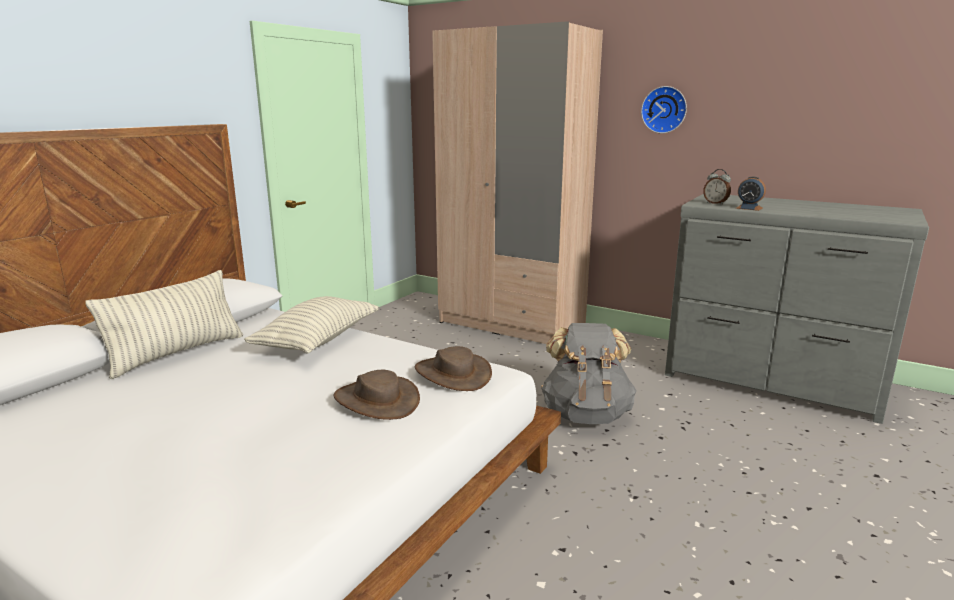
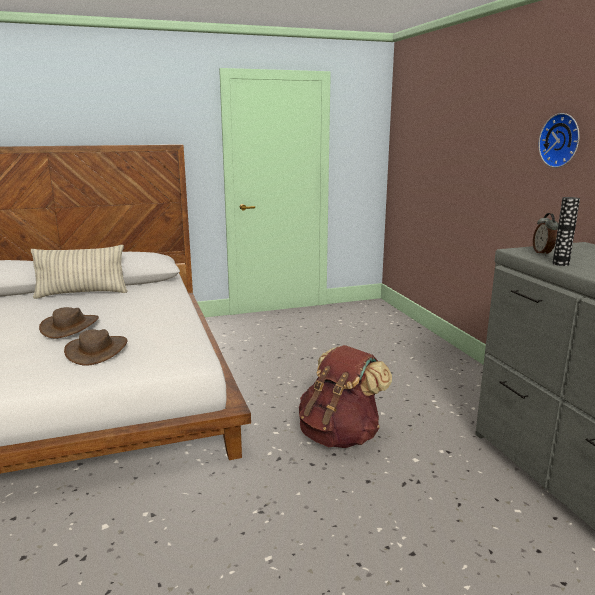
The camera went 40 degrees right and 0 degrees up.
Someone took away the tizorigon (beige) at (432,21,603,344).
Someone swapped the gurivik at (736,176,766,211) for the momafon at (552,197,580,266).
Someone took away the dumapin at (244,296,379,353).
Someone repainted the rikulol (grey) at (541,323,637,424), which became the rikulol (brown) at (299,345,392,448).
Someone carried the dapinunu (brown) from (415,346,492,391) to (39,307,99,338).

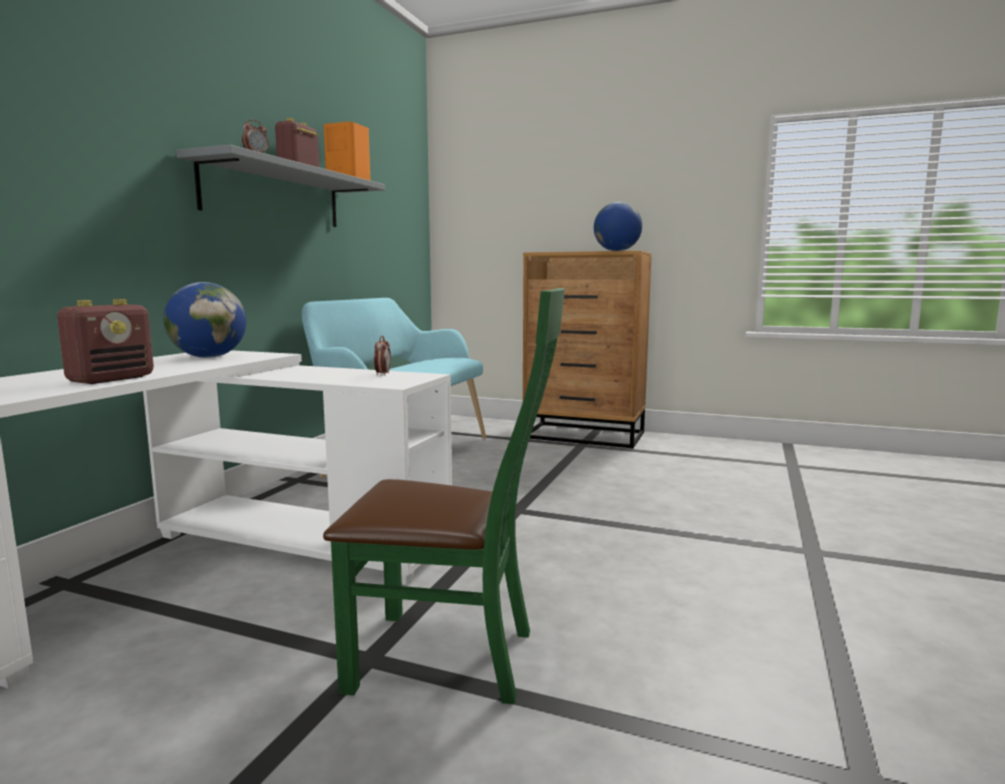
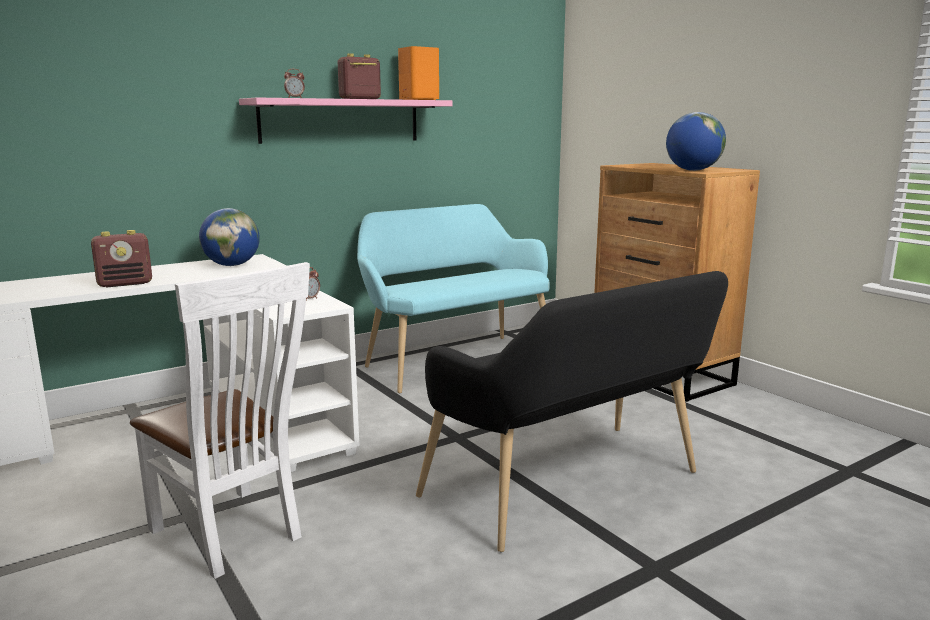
The camera went 35 degrees right and 5 degrees up.
Someone repainted the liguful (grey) at (176,145,385,227), which became the liguful (pink) at (239,97,453,144).
Someone repainted the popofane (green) at (323,288,565,705), which became the popofane (white) at (130,262,310,579).
Someone put down the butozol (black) at (416,271,728,552).

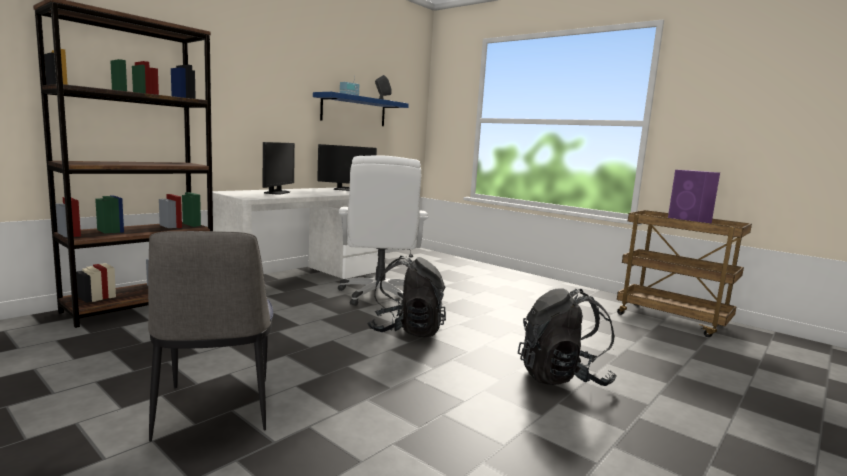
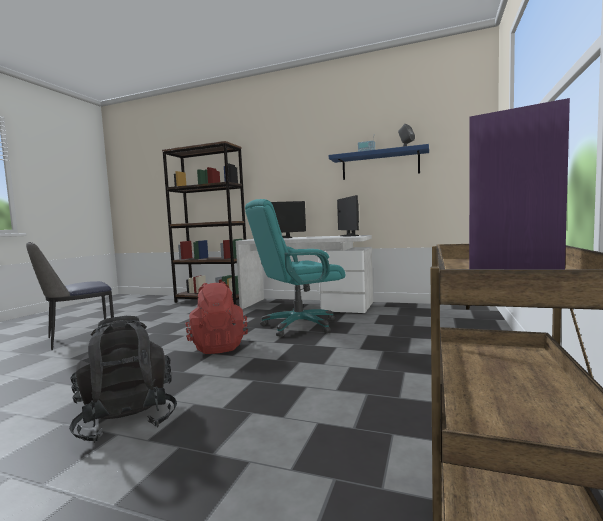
The camera went 70 degrees right and 5 degrees down.
Someone repainted the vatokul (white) at (338,156,428,306), which became the vatokul (turquoise) at (245,199,345,337).
Someone repainted the rikulol (black) at (367,256,446,337), which became the rikulol (red) at (185,281,248,354).

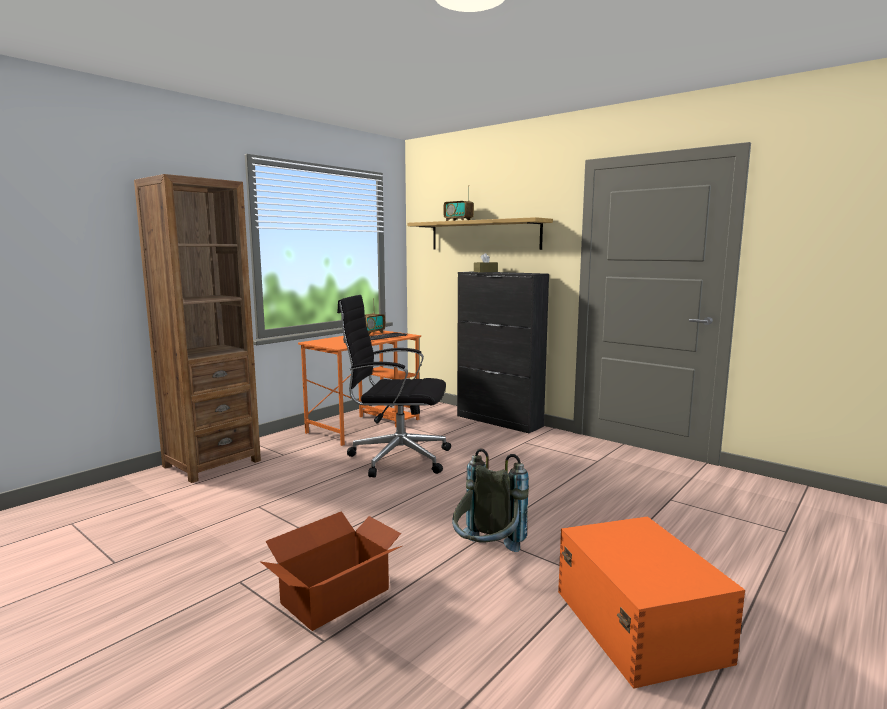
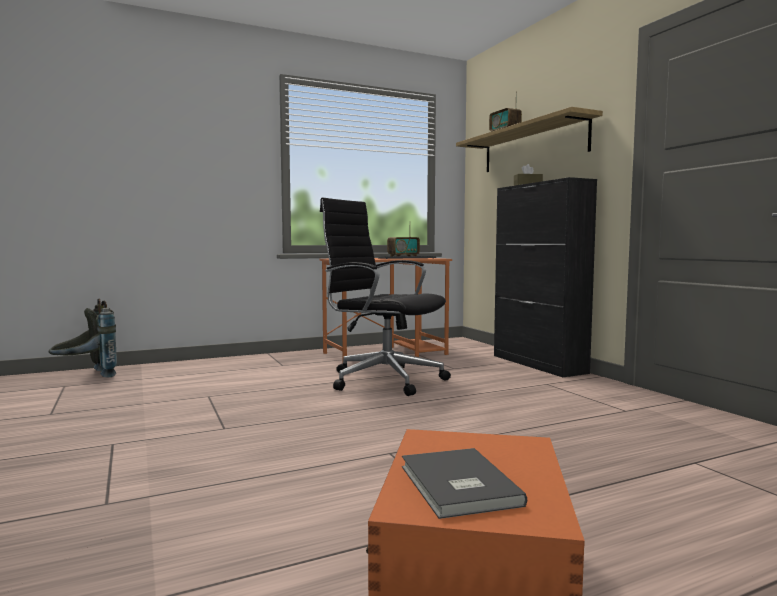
The camera went 25 degrees right and 5 degrees down.
Someone took away the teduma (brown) at (134,174,261,483).
Someone carried the rikulol (grey) from (452,448,529,552) to (48,299,117,378).
Someone took away the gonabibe at (260,511,402,631).
Someone put down the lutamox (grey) at (402,448,527,519).

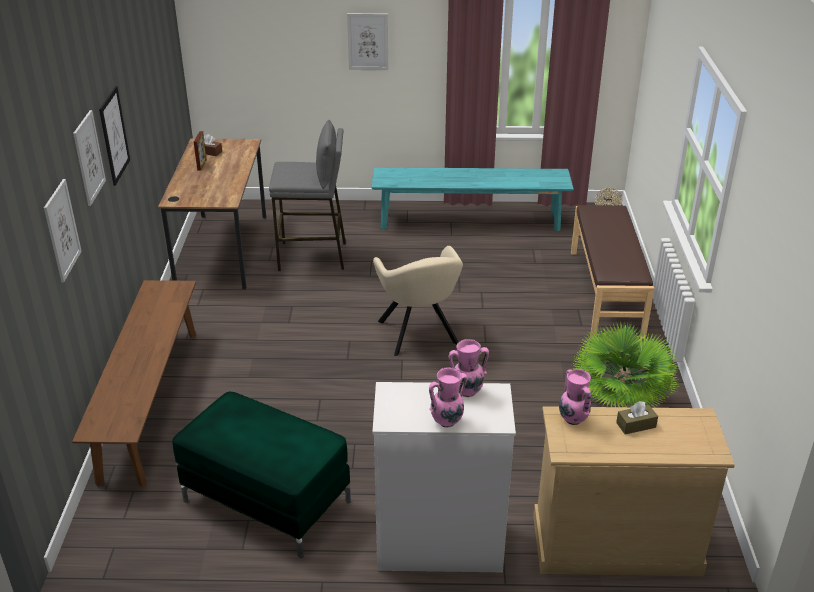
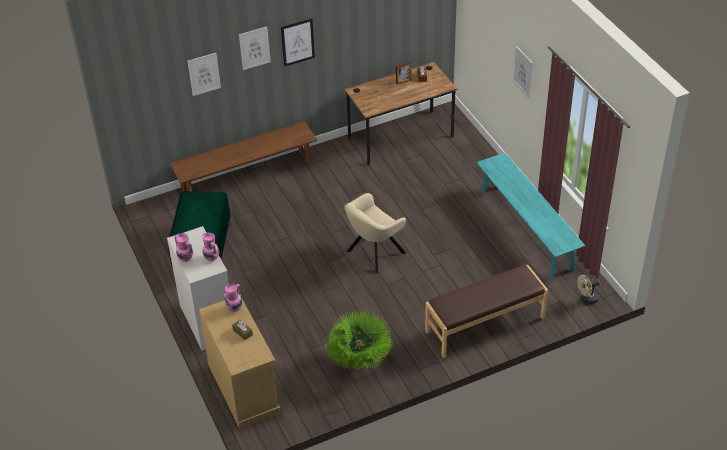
The camera went 65 degrees right and 10 degrees up.
Someone took away the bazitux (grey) at (269,120,346,271).

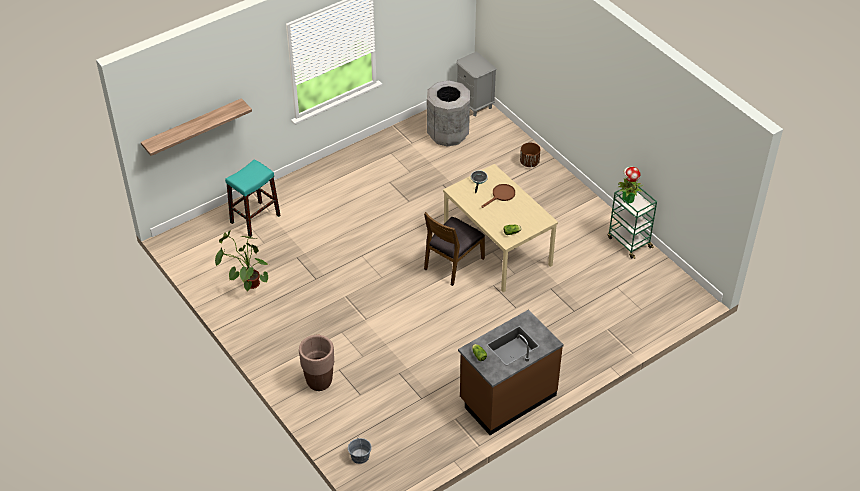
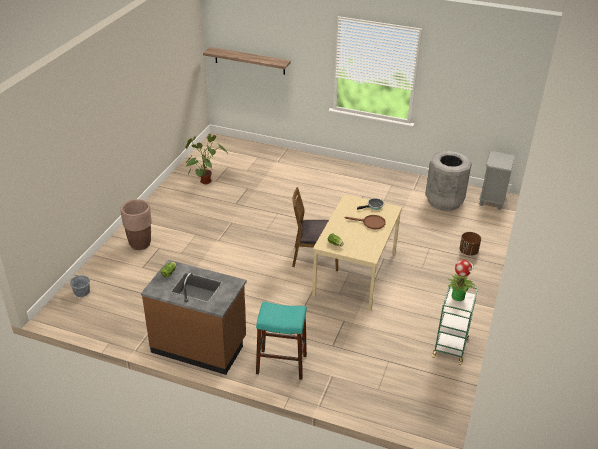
The camera went 55 degrees right and 10 degrees down.
Someone carried the bazitux (turquoise) from (225,159,281,237) to (256,301,307,380).

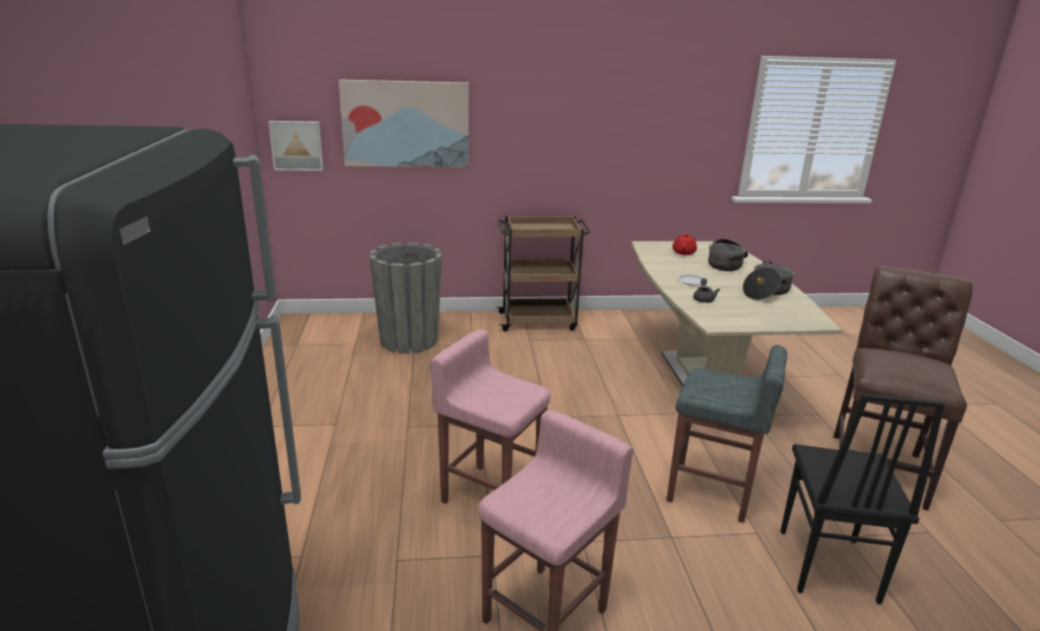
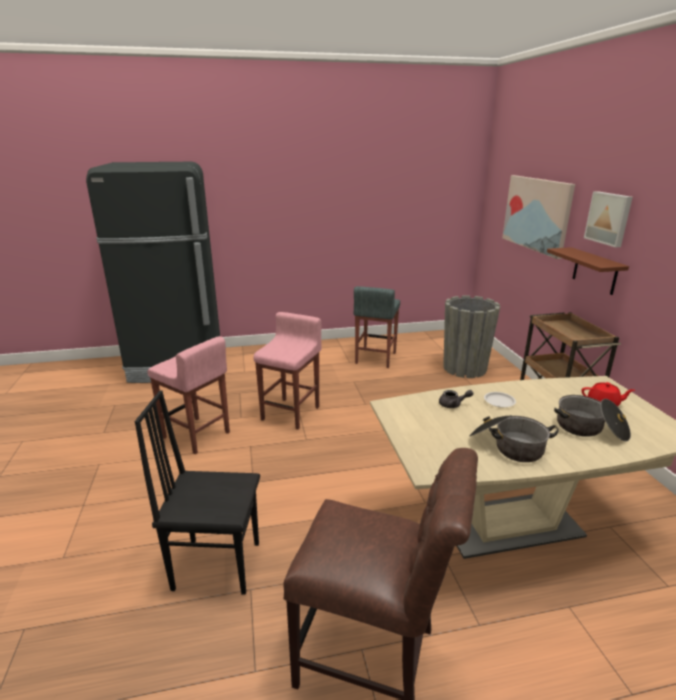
The camera went 85 degrees right and 0 degrees up.
Someone carried the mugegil from (268,121,324,171) to (584,191,633,247).
Someone carried the bazitux (grey) from (666,345,787,523) to (354,286,400,368).
Someone put up the liguful (brown) at (547,247,629,295).

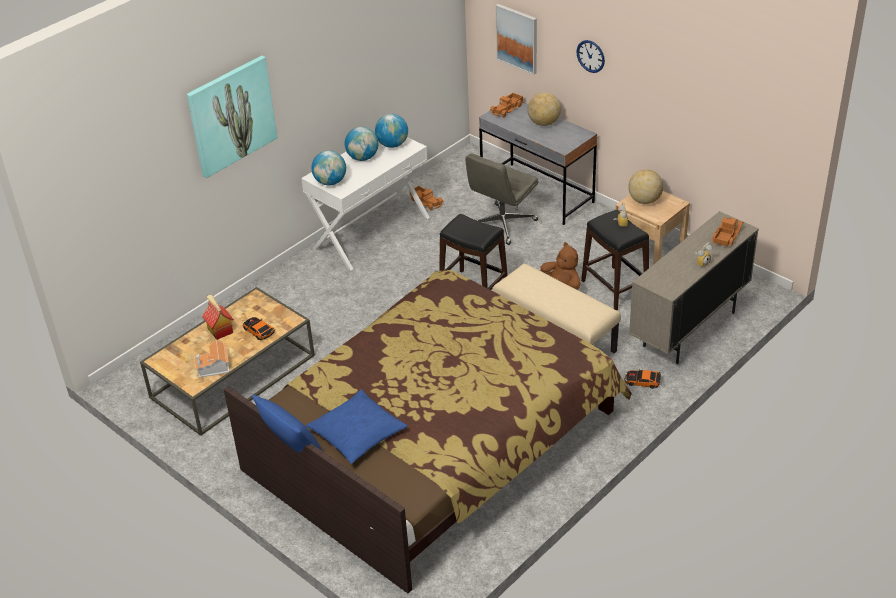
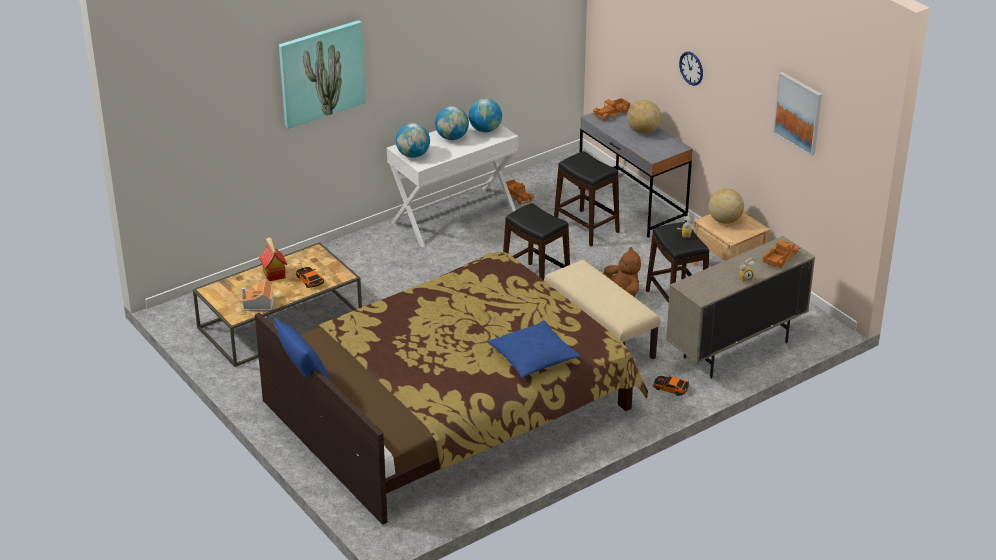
The camera went 10 degrees right and 5 degrees down.
Someone carried the mugegil from (496,4,537,75) to (773,72,822,156).
Someone swapped the vatokul (grey) at (465,154,539,245) for the bazitux (black) at (554,151,620,246).
Someone carried the dumapin (blue) from (305,389,408,464) to (487,320,580,378).

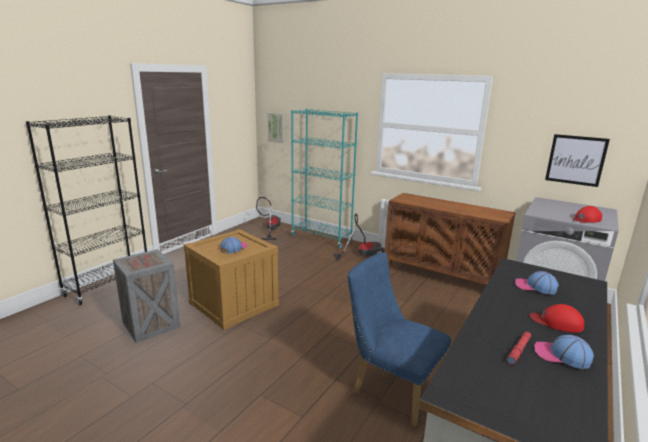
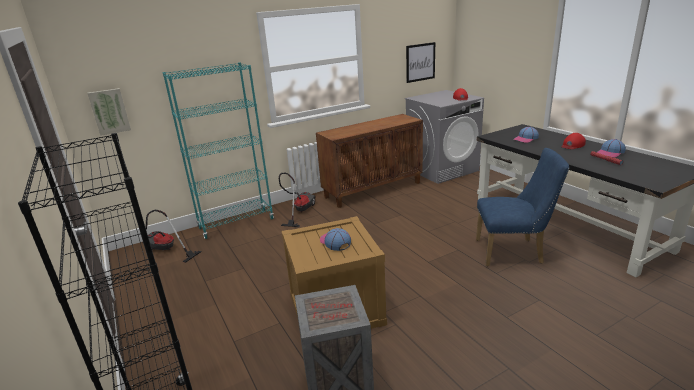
The camera went 60 degrees left and 5 degrees up.
Someone rotated the popofane (blue) at (347,252,451,427) by 150 degrees counterclockwise.

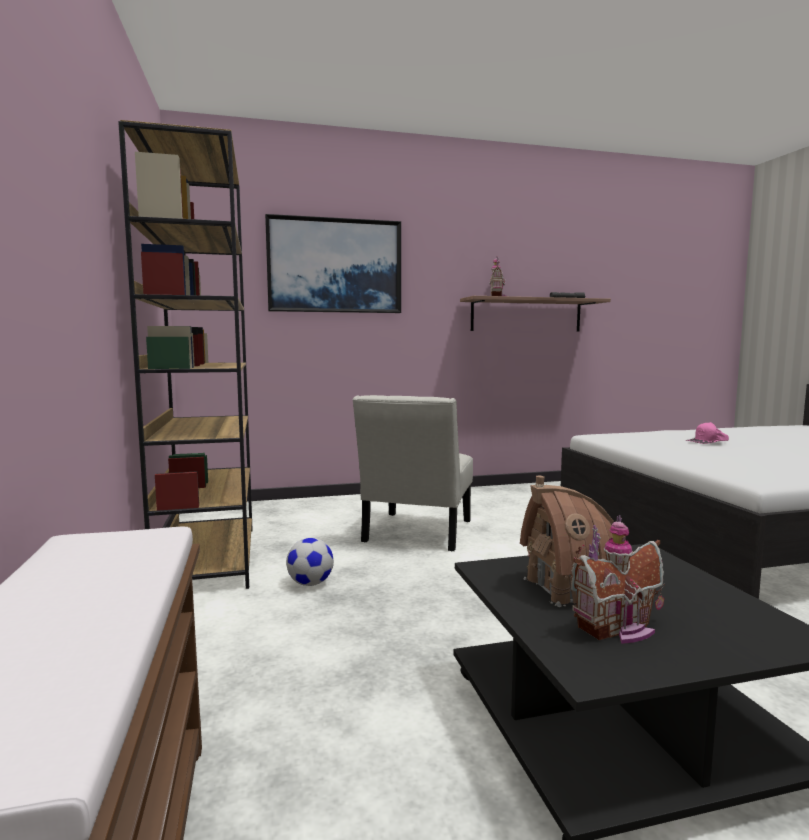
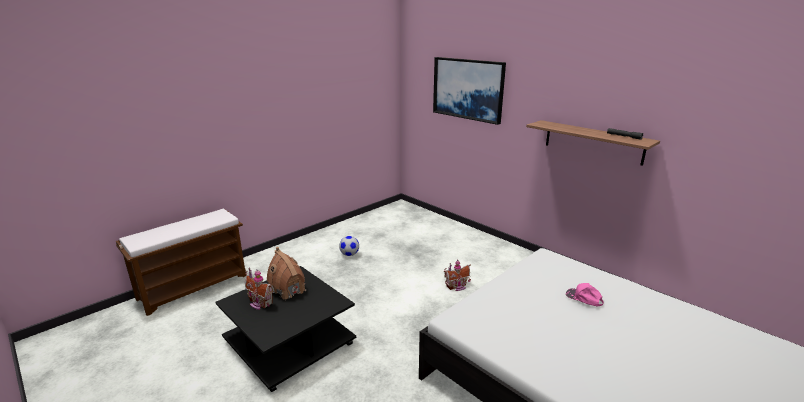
The camera went 60 degrees right and 15 degrees up.
Someone took away the teduma (brown) at (118,120,253,589).
Someone carried the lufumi from (489,256,507,296) to (444,261,471,291).
Someone took away the popofane (white) at (353,395,473,551).

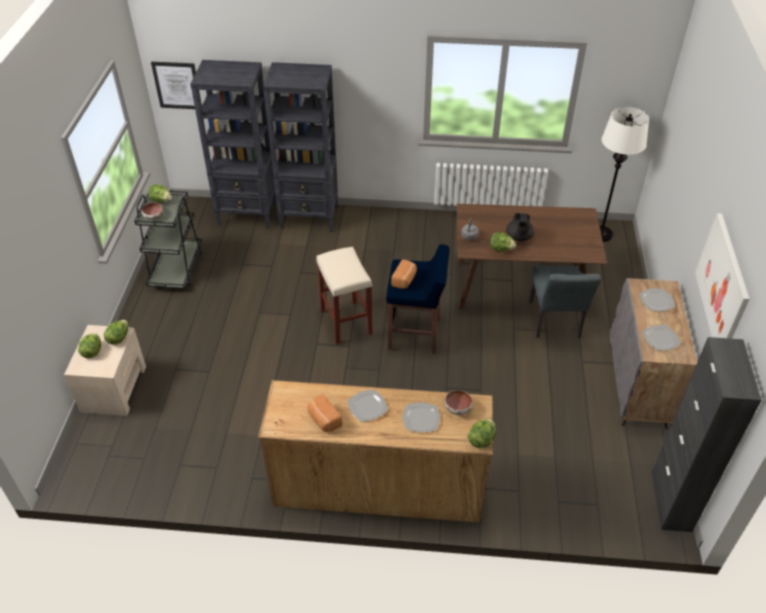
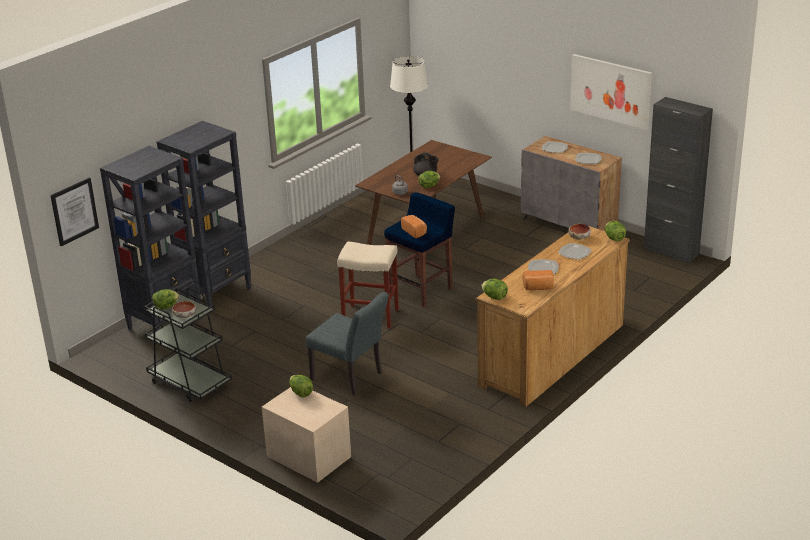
The camera went 55 degrees left and 15 degrees down.
Someone carried the popofane (grey) from (529,266,601,338) to (305,292,389,395).
Someone carried the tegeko from (78,333,101,358) to (482,279,508,300).

